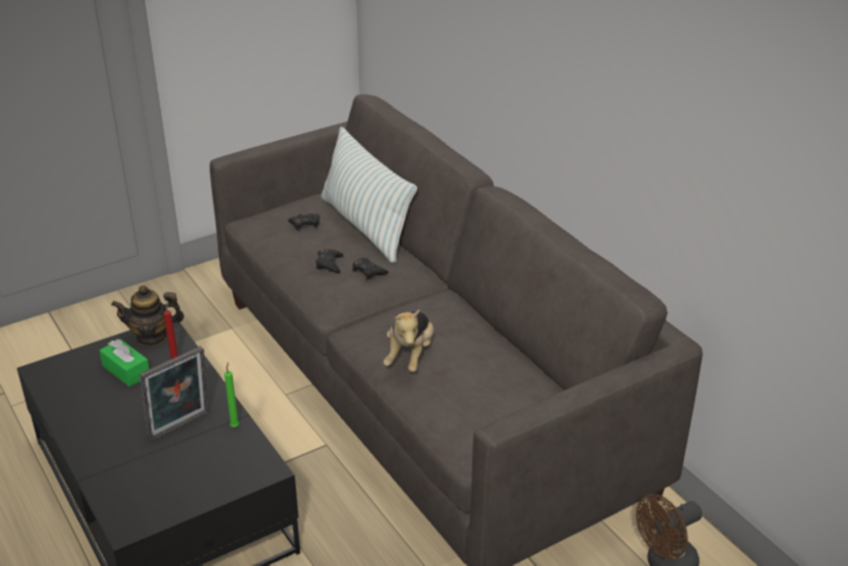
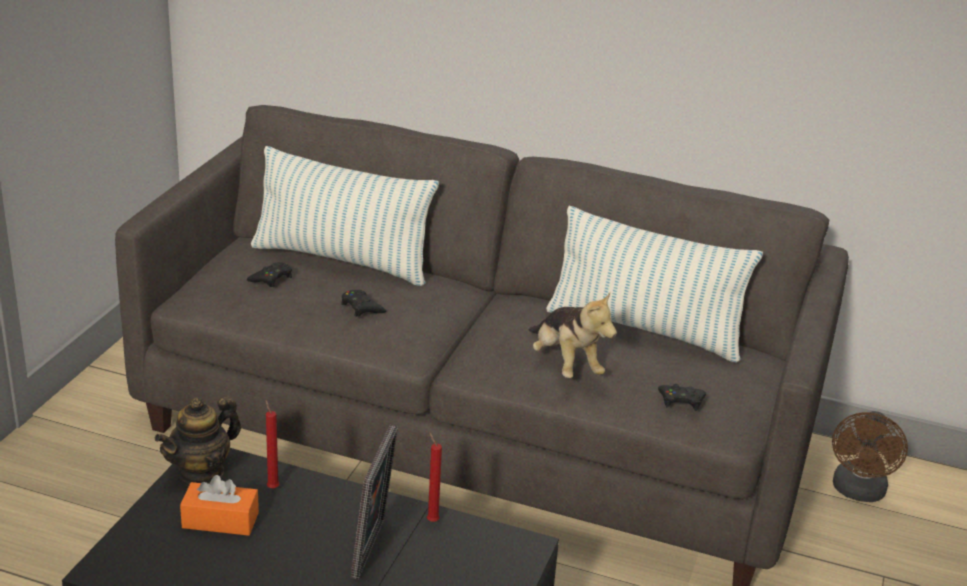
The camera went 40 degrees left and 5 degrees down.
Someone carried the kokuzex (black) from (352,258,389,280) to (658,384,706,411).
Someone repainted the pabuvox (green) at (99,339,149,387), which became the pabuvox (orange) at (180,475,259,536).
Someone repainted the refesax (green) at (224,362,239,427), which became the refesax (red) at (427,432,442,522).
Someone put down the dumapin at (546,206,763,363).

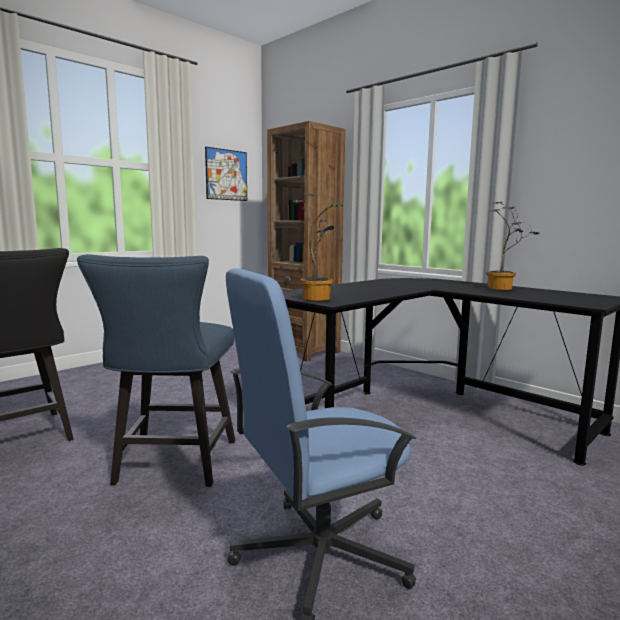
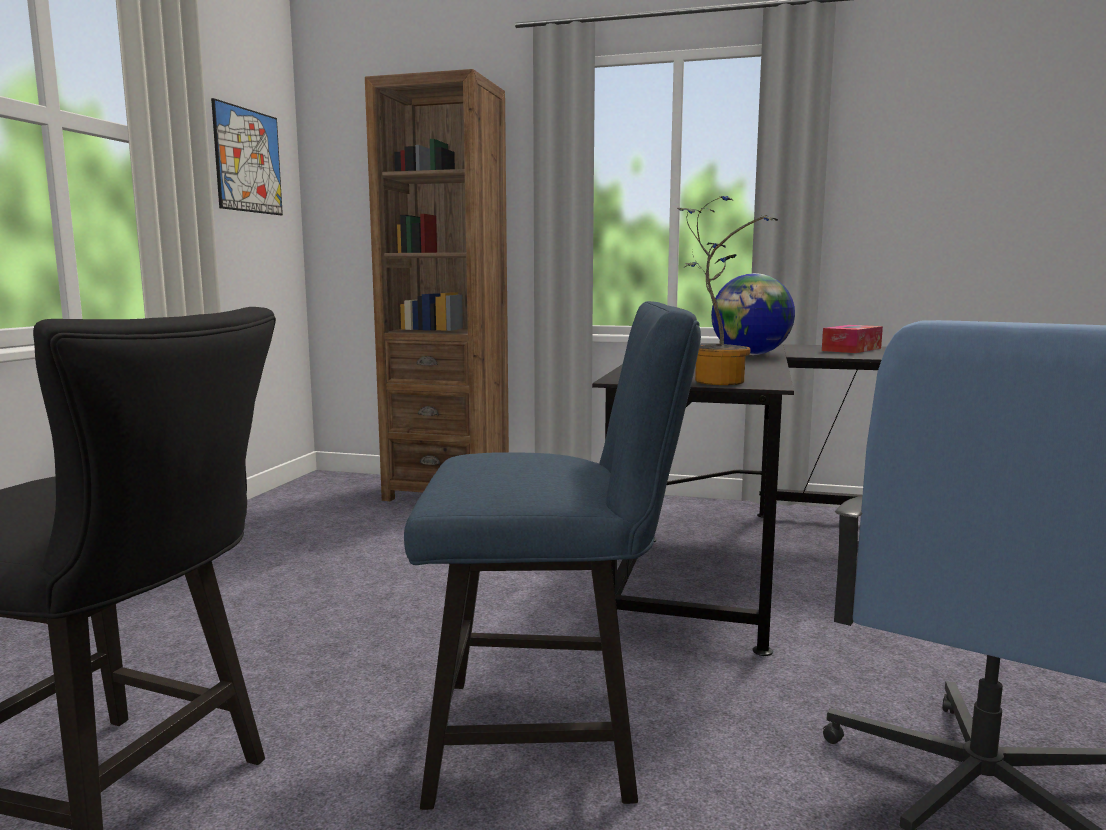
The camera went 30 degrees left and 0 degrees up.
Someone swapped the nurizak at (486,202,539,290) for the pabuvox at (822,325,883,353).
Someone rotated the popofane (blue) at (77,254,235,487) by 60 degrees counterclockwise.
Someone put down the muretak at (711,273,795,355).

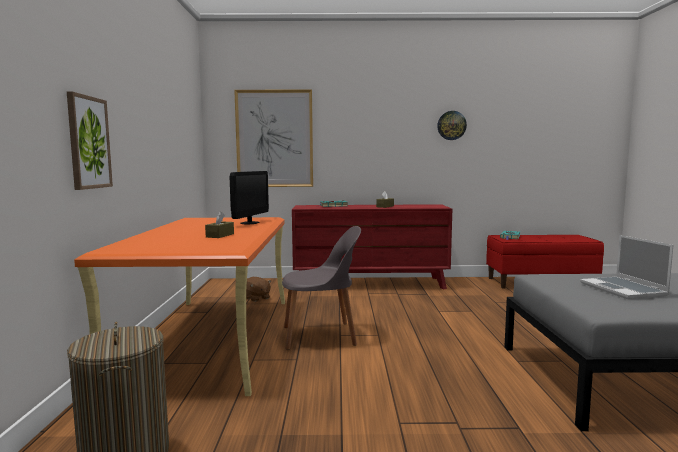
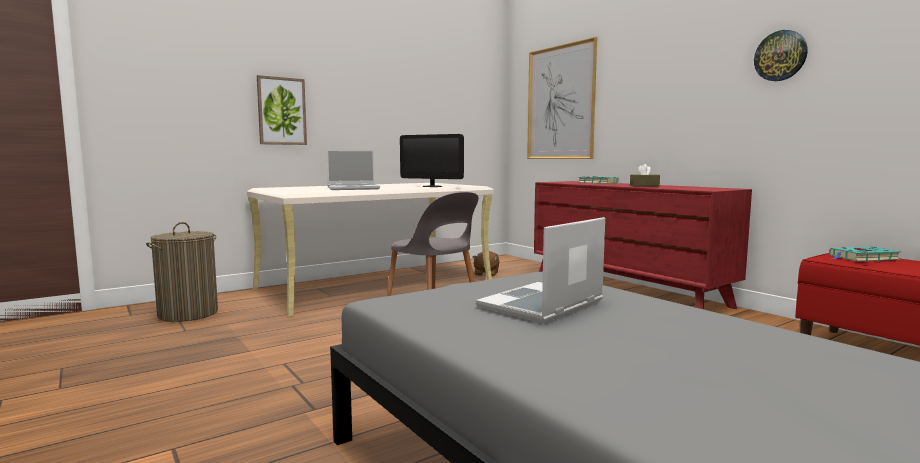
The camera went 55 degrees right and 0 degrees up.
Someone rotated the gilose at (229,171,269,224) by 45 degrees clockwise.
Someone swapped the pabuvox (brown) at (205,211,234,238) for the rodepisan at (326,149,380,190).
Someone repainted the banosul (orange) at (74,217,285,396), which became the banosul (beige) at (247,183,494,317).

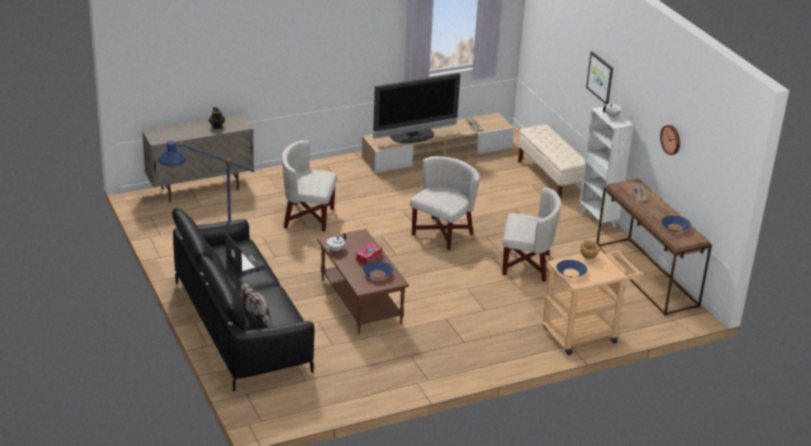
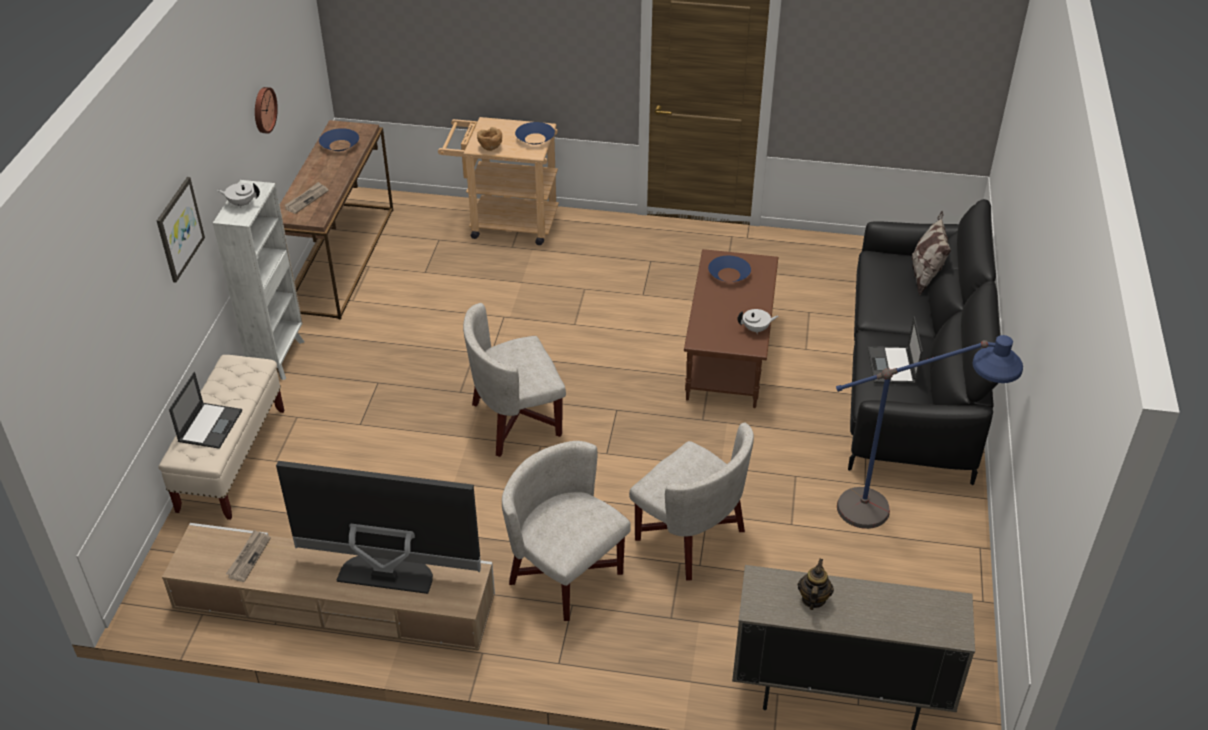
The camera went 145 degrees left and 10 degrees up.
Someone carried the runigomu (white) from (502,187,561,282) to (502,441,631,621).
Someone took away the pabuvox at (356,243,382,265).
Someone put down the rodepisan at (169,372,242,449).

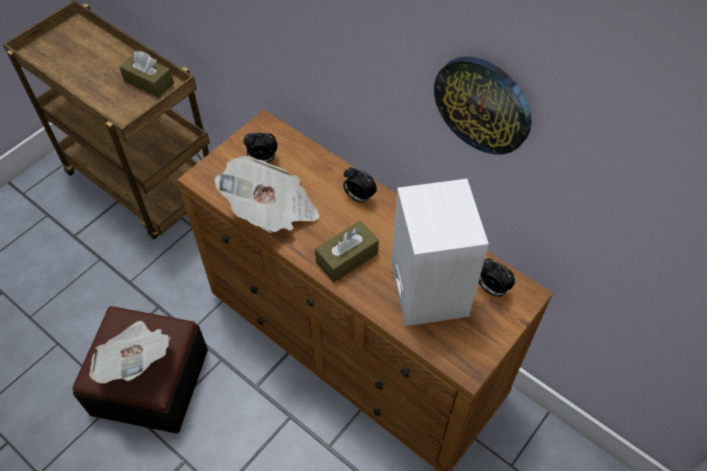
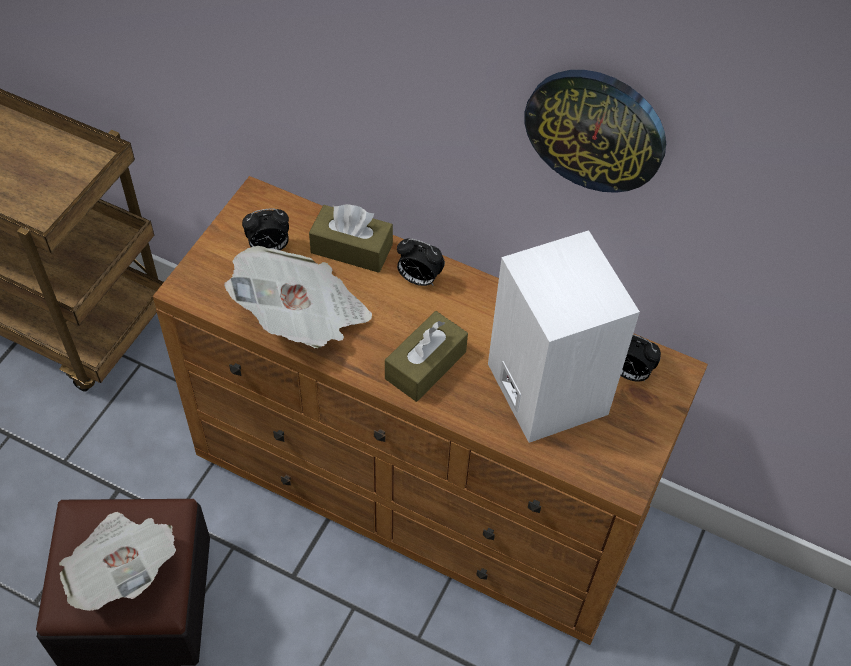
The camera went 15 degrees left and 0 degrees up.
Someone carried the pabuvox (brown) from (119,51,174,98) to (309,204,393,273).

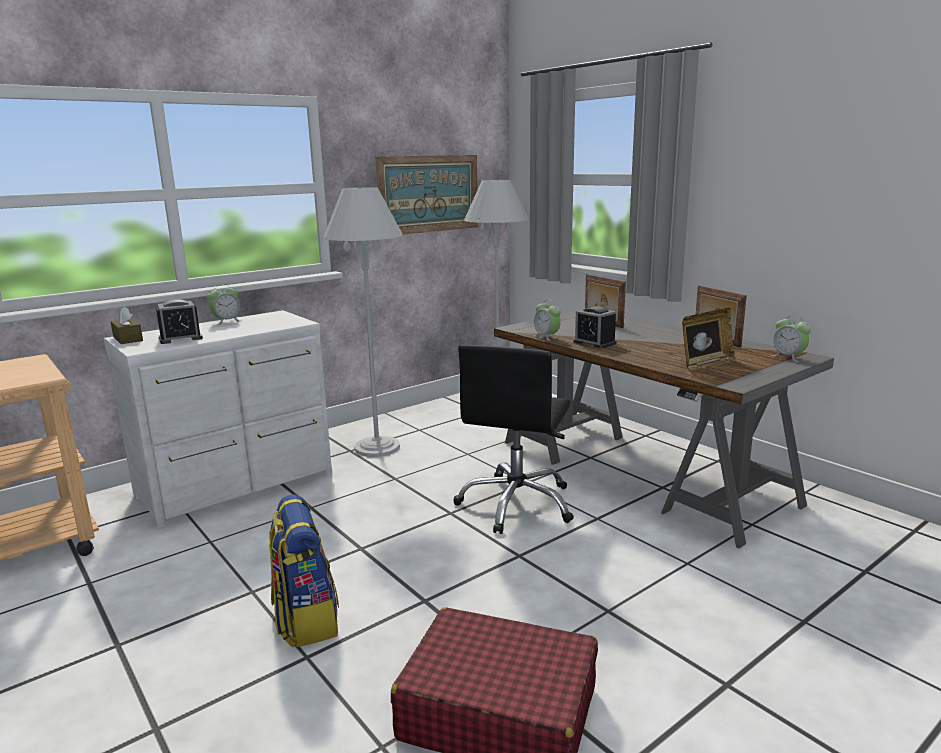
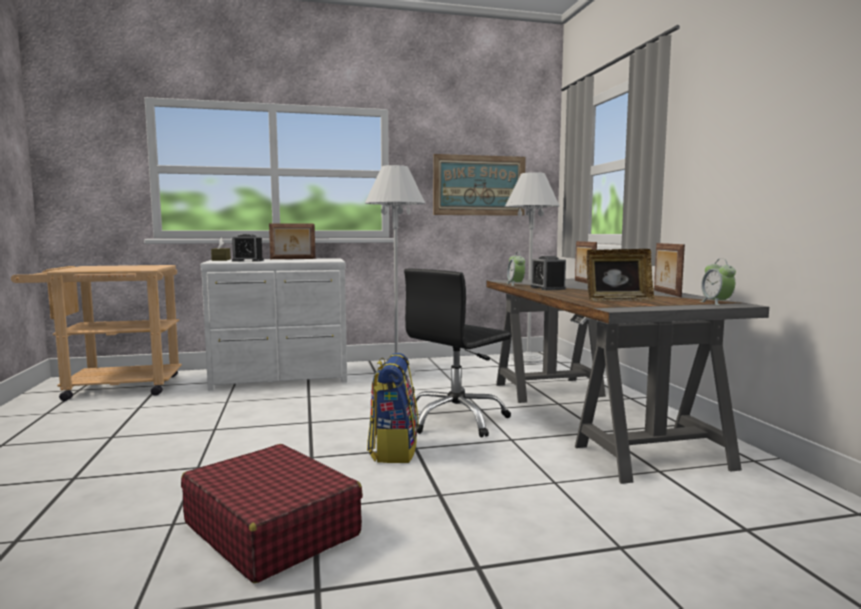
The camera went 25 degrees right and 10 degrees down.
Someone swapped the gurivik at (207,285,240,325) for the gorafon at (269,223,315,259).
Someone carried the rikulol from (269,494,339,648) to (367,353,419,463).

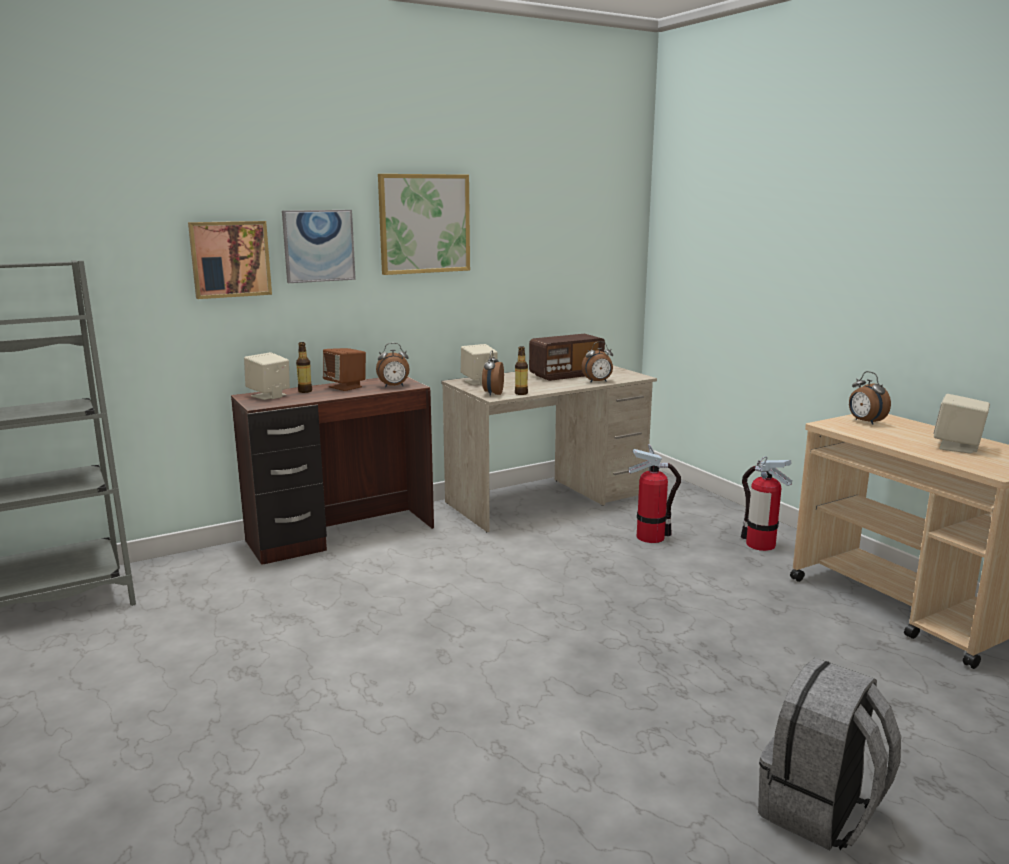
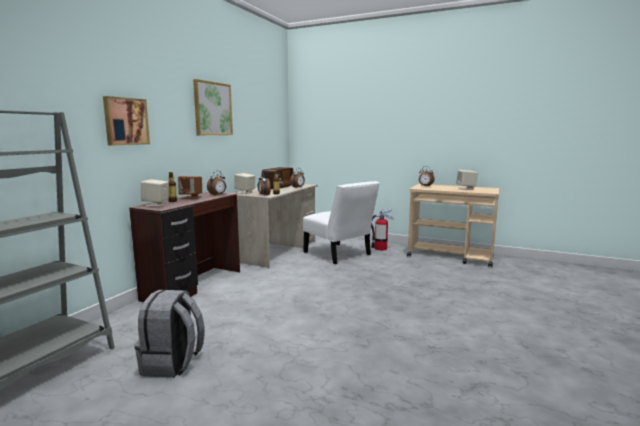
The camera went 35 degrees left and 5 degrees down.
Someone took away the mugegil at (282,210,356,283).
Someone swapped the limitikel at (629,444,681,543) for the popofane (white) at (303,181,380,264).
Someone carried the rikulol (grey) from (758,658,901,850) to (135,290,204,378).

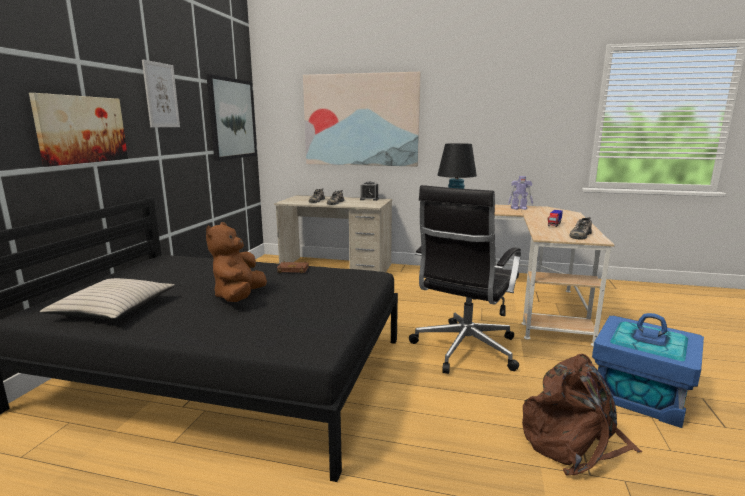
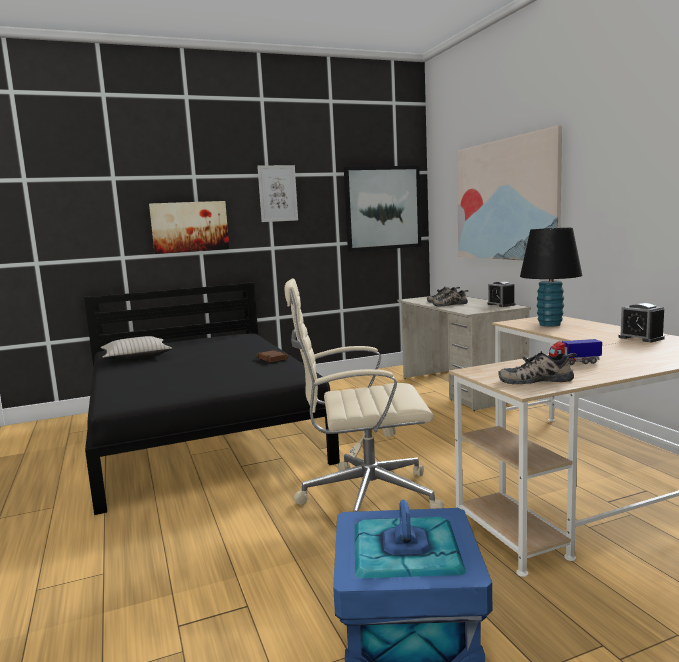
The camera went 55 degrees right and 5 degrees down.
Someone swapped the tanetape at (508,176,533,210) for the gurivik at (619,303,665,342).
Someone repainted the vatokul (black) at (409,185,521,374), which became the vatokul (beige) at (285,278,444,512).
Someone took away the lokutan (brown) at (206,222,267,302).
Someone took away the rikulol (brown) at (522,354,642,475).

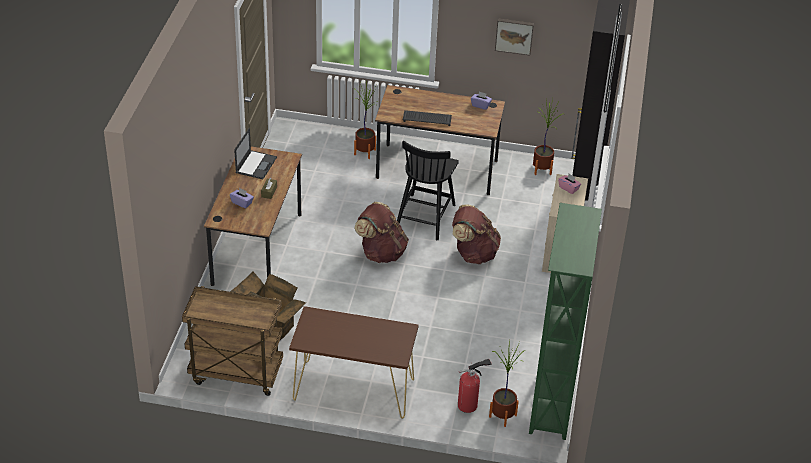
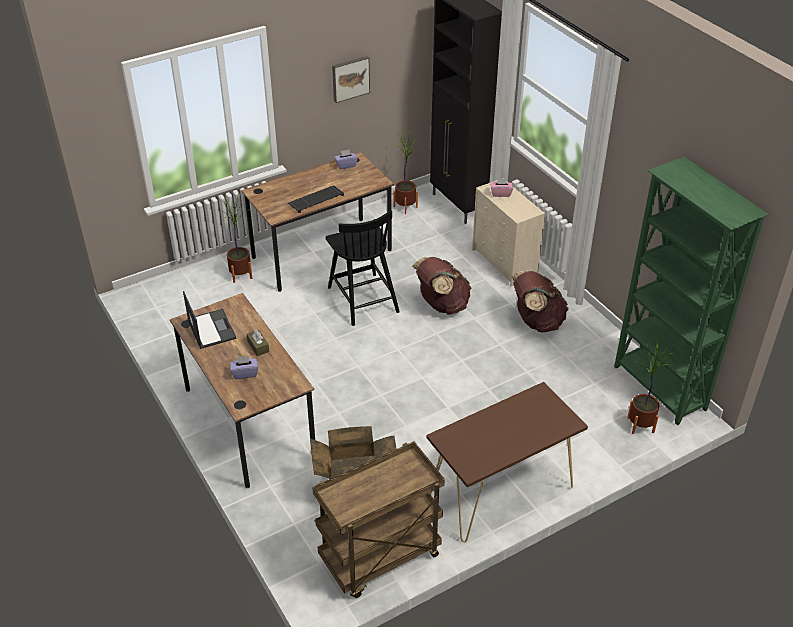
The camera went 40 degrees left and 0 degrees up.
Someone carried the rikulol (brown) from (354,202,409,263) to (512,270,569,332).
Someone took away the limitikel at (458,359,492,413).

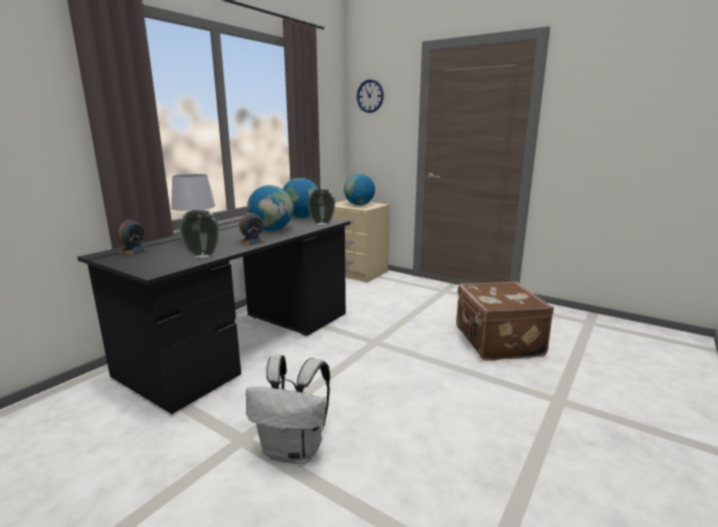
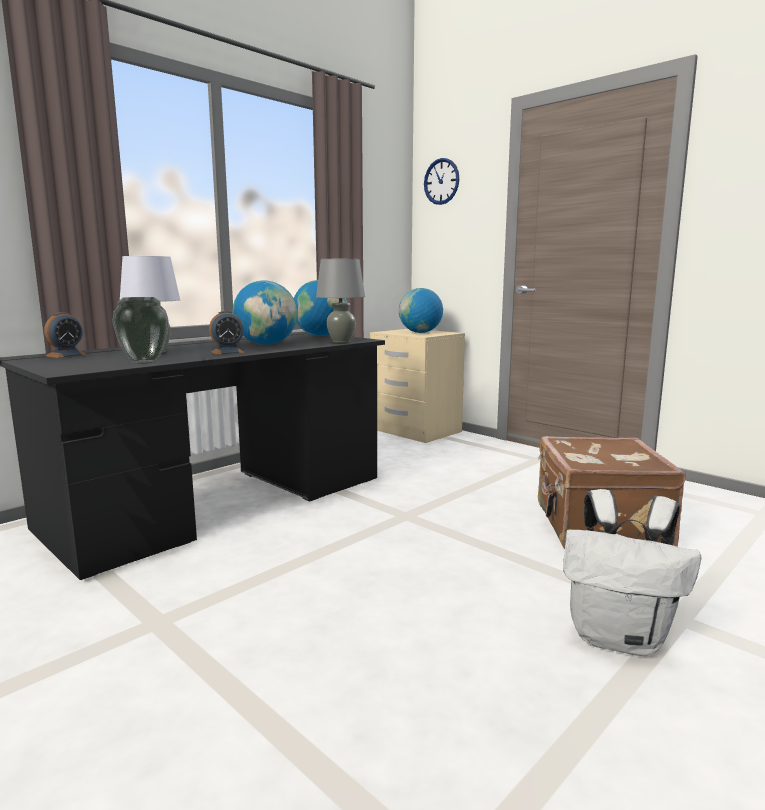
The camera went 10 degrees right and 5 degrees down.
Someone swapped the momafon at (308,189,335,226) for the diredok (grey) at (316,259,365,343).
Someone carried the rikulol (white) from (246,355,330,464) to (563,489,701,656).

